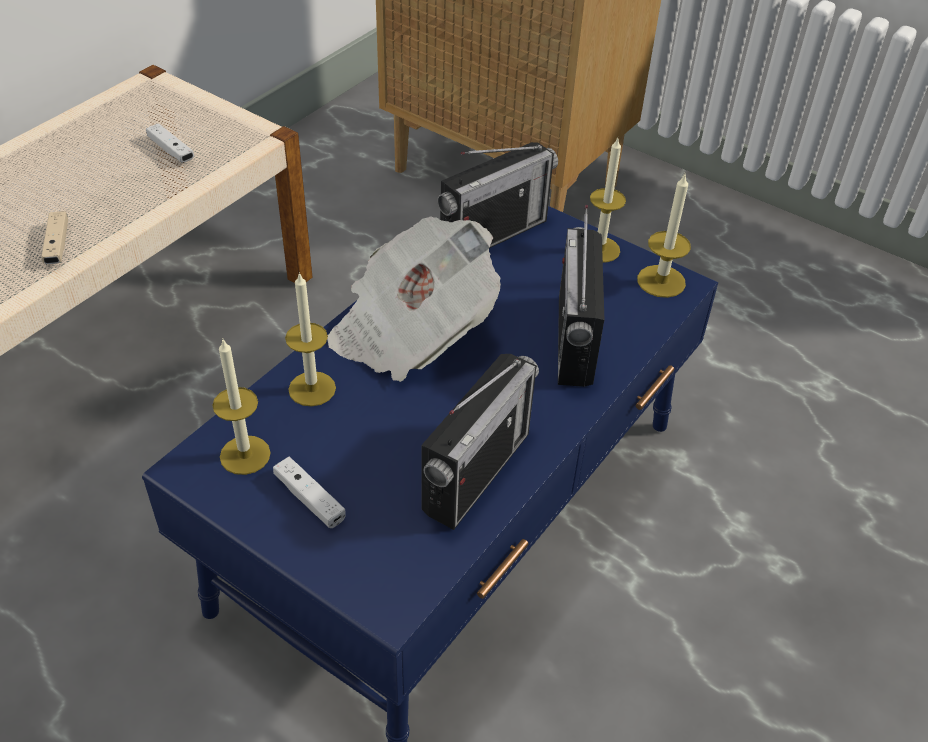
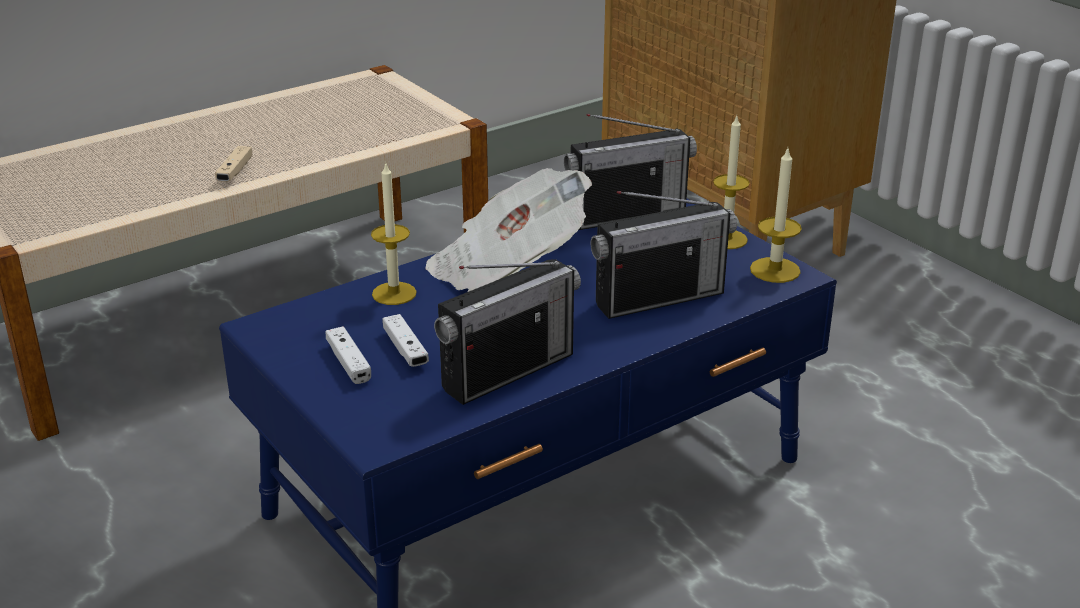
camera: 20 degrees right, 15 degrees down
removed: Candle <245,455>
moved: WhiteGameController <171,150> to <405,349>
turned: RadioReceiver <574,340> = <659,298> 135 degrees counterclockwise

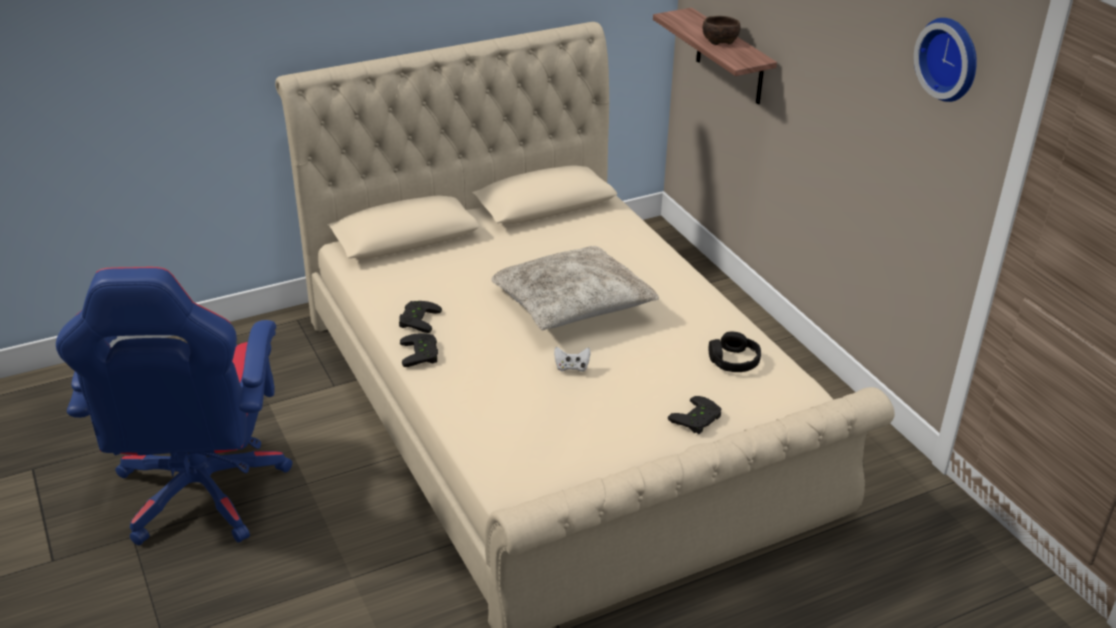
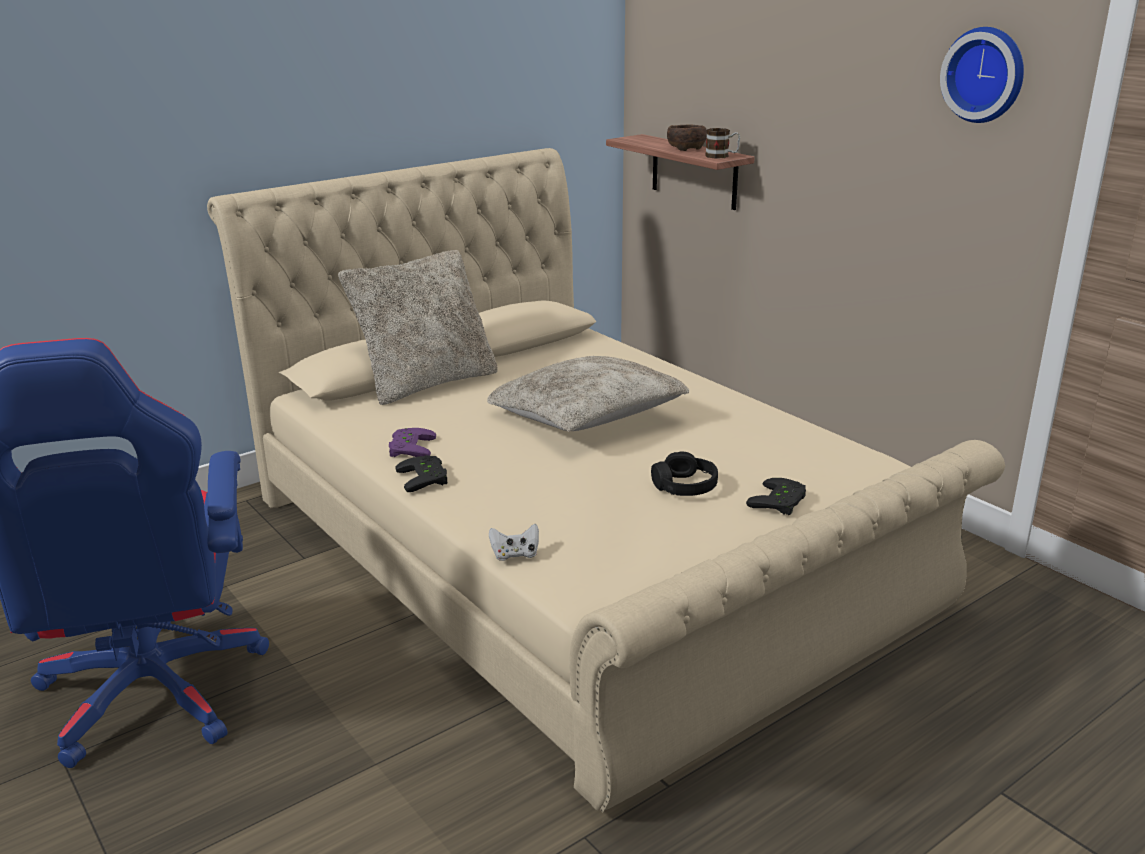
camera: 10 degrees left, 10 degrees down
added: BeigeThrowPillow <426,380>; CoffeeMug <722,156>
moved: WhiteGameController <571,367> to <515,554>; BlackColouredHeadphones <733,360> to <684,486>
recoloured: BlackColouredGameController <416,319> to PurpleColouredGameController <408,447>

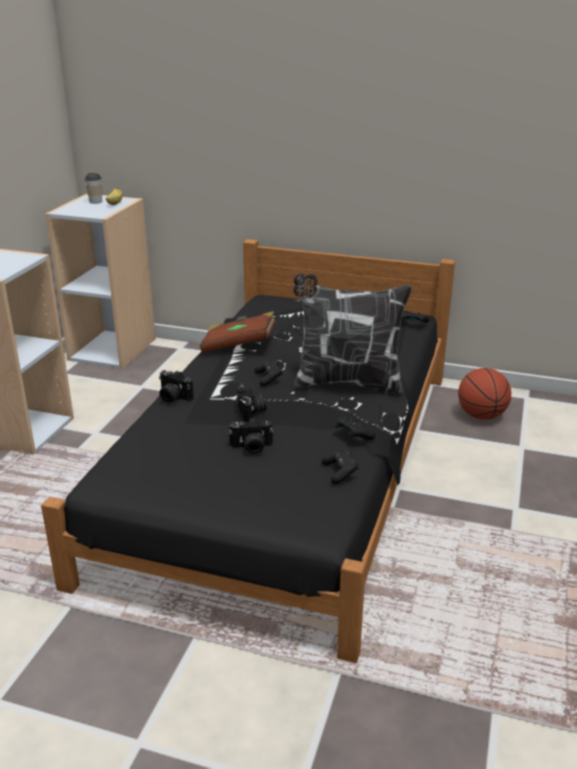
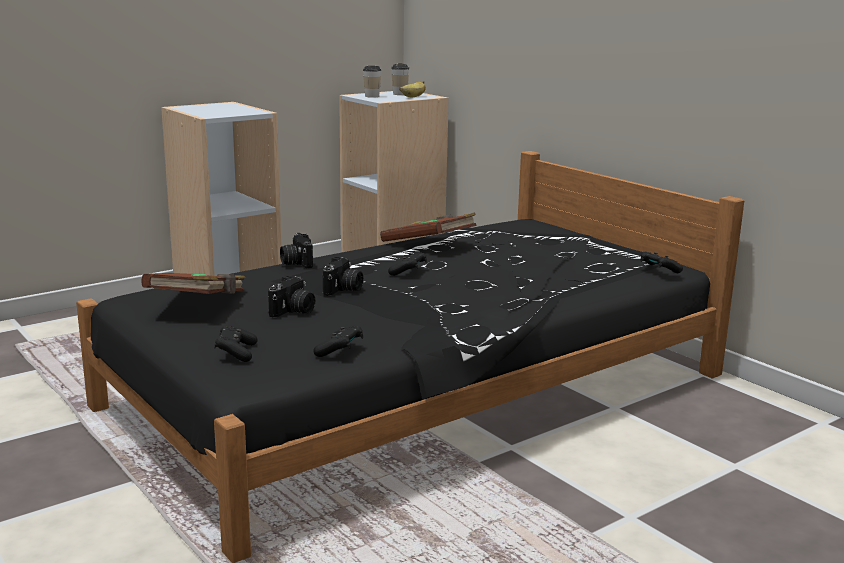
camera: 35 degrees right, 10 degrees down
removed: ThrowPillow <346,383>; BallForBasketball <481,415>
added: BrownColouredBook <199,304>; SmallCup <372,96>
moved: BlackColouredGameController <353,435> to <236,353>
turned: PhotoCamera <251,448> = <293,311> 90 degrees counterclockwise

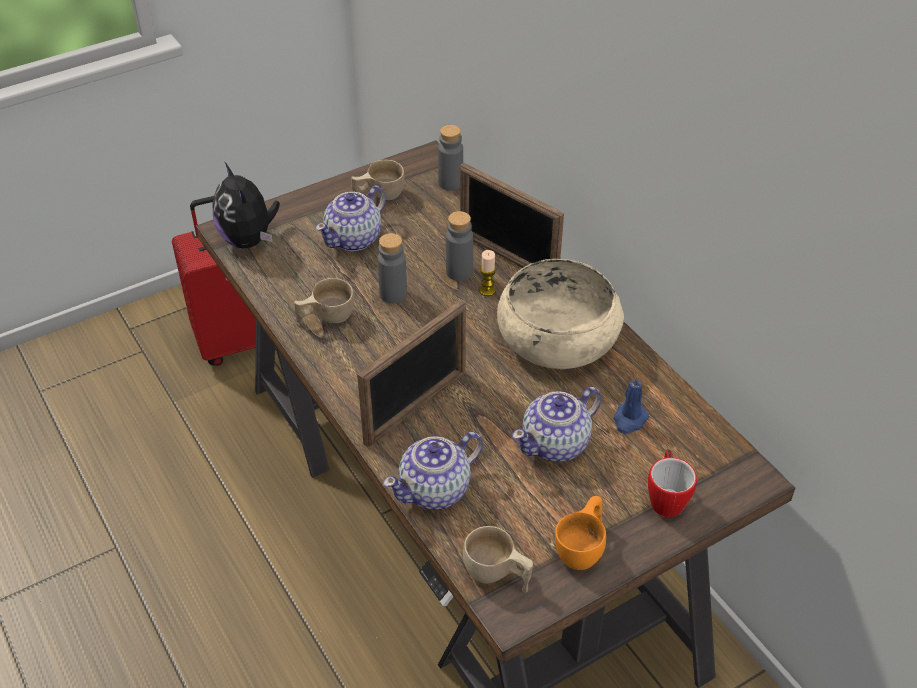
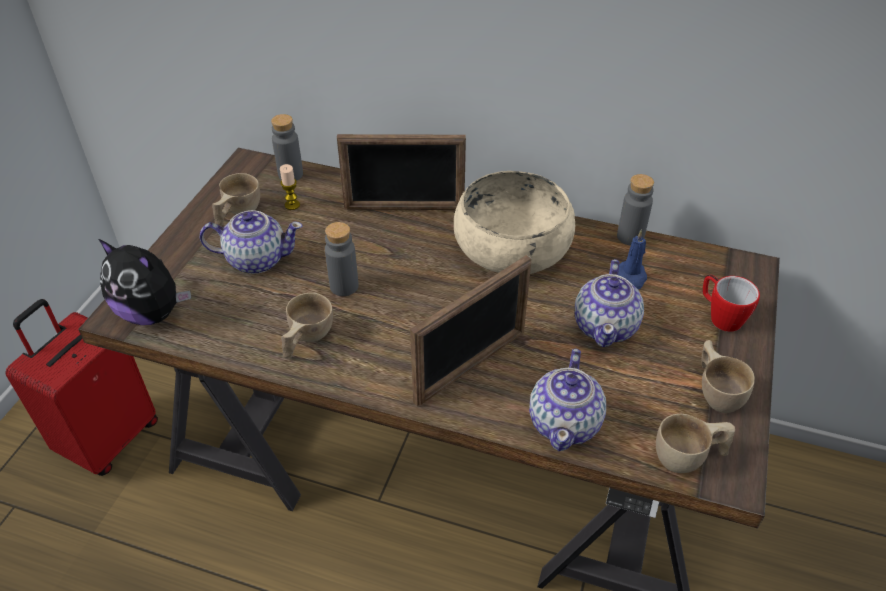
camera: 40 degrees left, 0 degrees up
moved: GreyishDrinkBottle <459,272> to <630,237>; Candle <487,290> to <292,205>
recoloured: OrangeColouredSmallCup <583,547> to BeigeSmallCup <716,391>
turned: Teapot <354,239> = <256,259> 90 degrees counterclockwise; PhotoFrame <416,407> = <471,366> 45 degrees clockwise

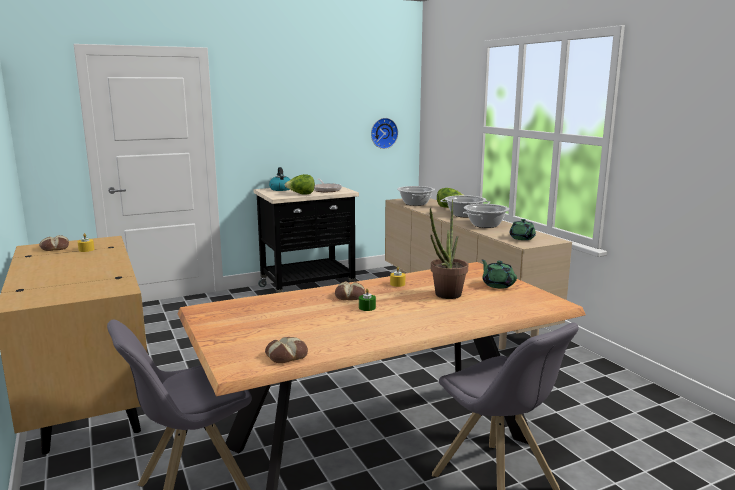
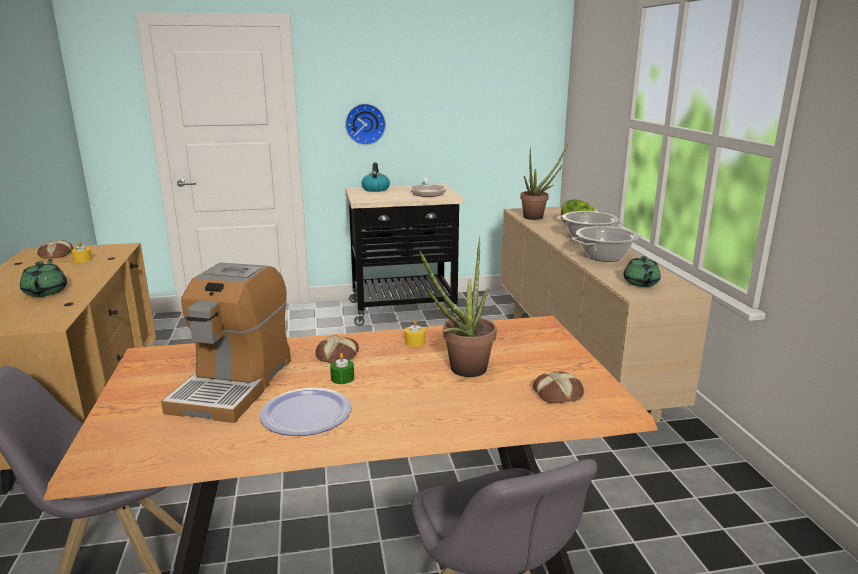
camera: 15 degrees right, 5 degrees up
removed: HeadOfLettuce <301,194>
added: CoffeeBrewer <234,384>; Plate <306,413>
moved: BakeryBread <286,355> to <557,393>; HangingClock <383,133> to <365,124>; GreenTeapot <497,285> to <46,292>
replaced: Saucepot <415,203> to PottedPlant <537,217>

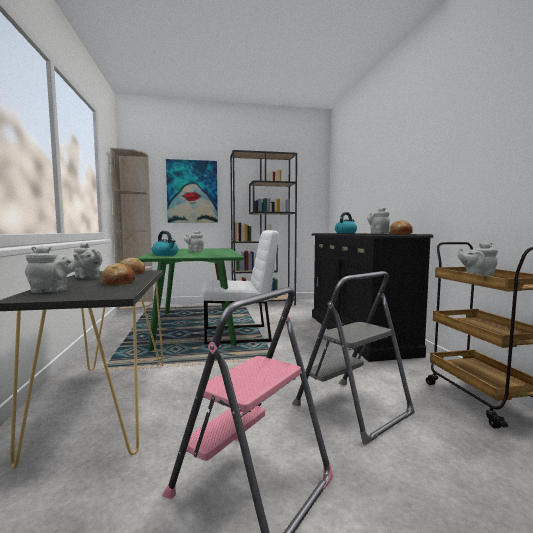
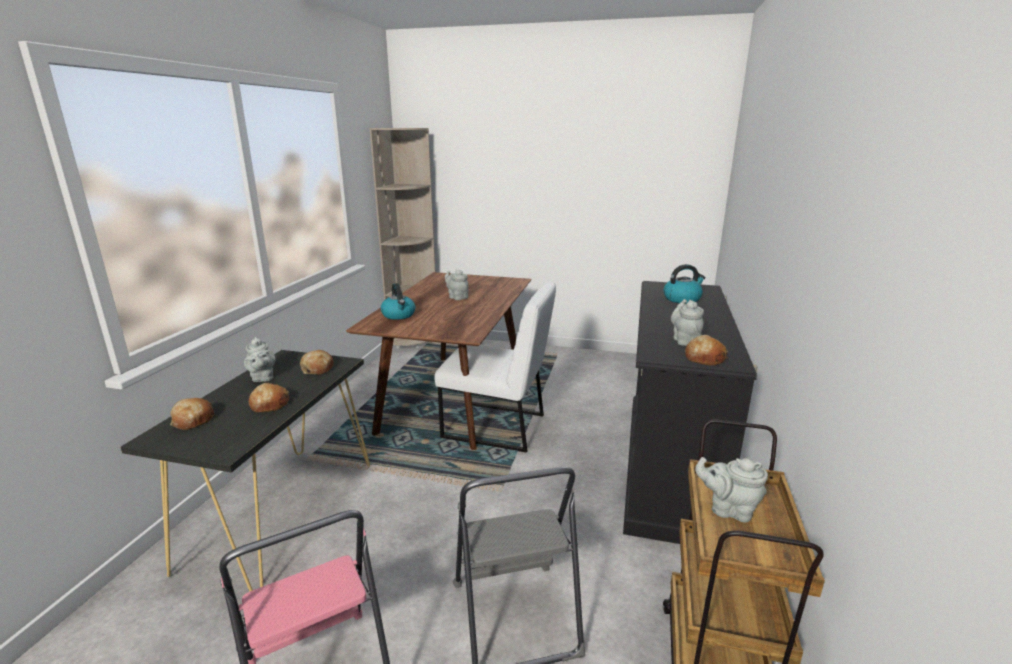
camera: 25 degrees right, 15 degrees up
removed: Picture <192,191>; Bookcase <263,303>
replaced: GreyishTeapot <52,291> to BakeryBread <193,420>
recoloured: GreenDinnerTable <196,327> to BrownColouredDinnerTable <456,397>

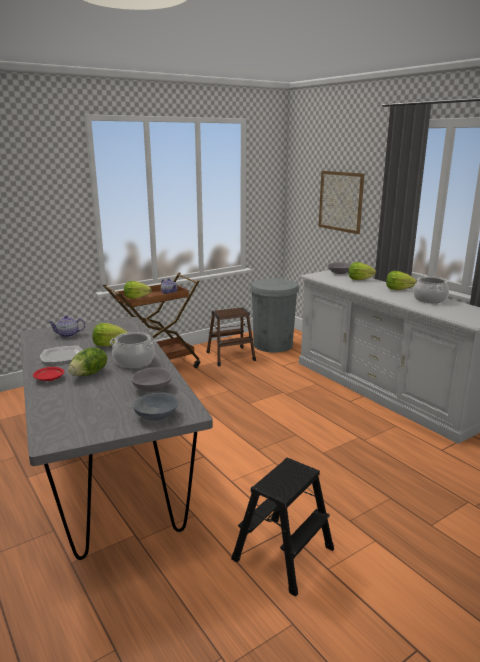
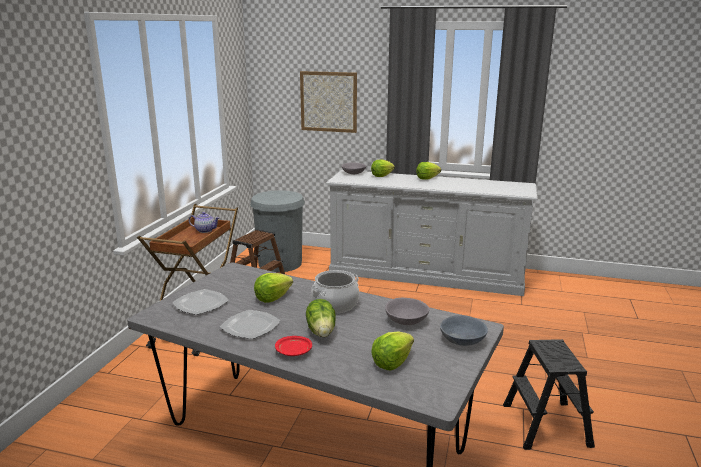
camera: 40 degrees left, 0 degrees up
removed: Saucepot <429,299>
moved: HeadOfLettuce <136,297> to <392,362>
replaced: Teapot <68,335> to Plate <201,304>

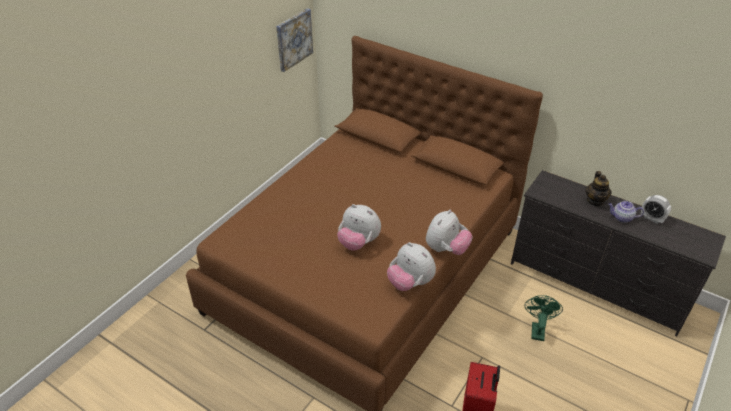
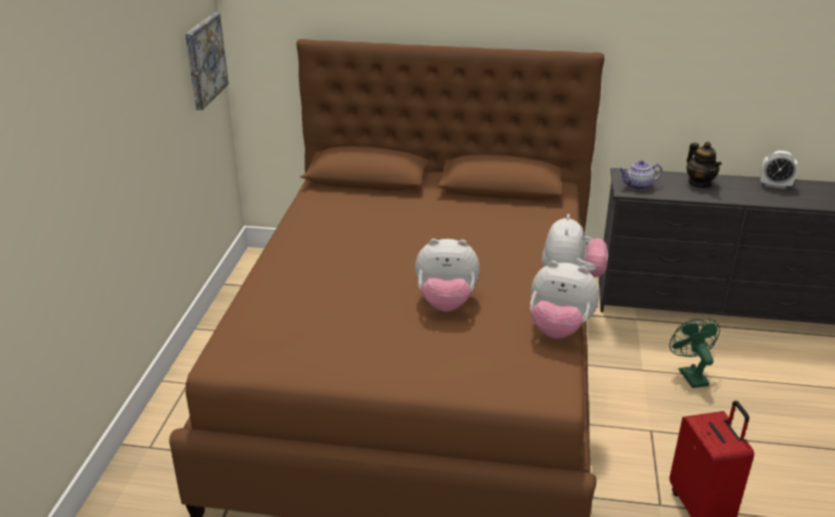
camera: 25 degrees left, 10 degrees down
moved: Teapot <621,218> to <638,186>

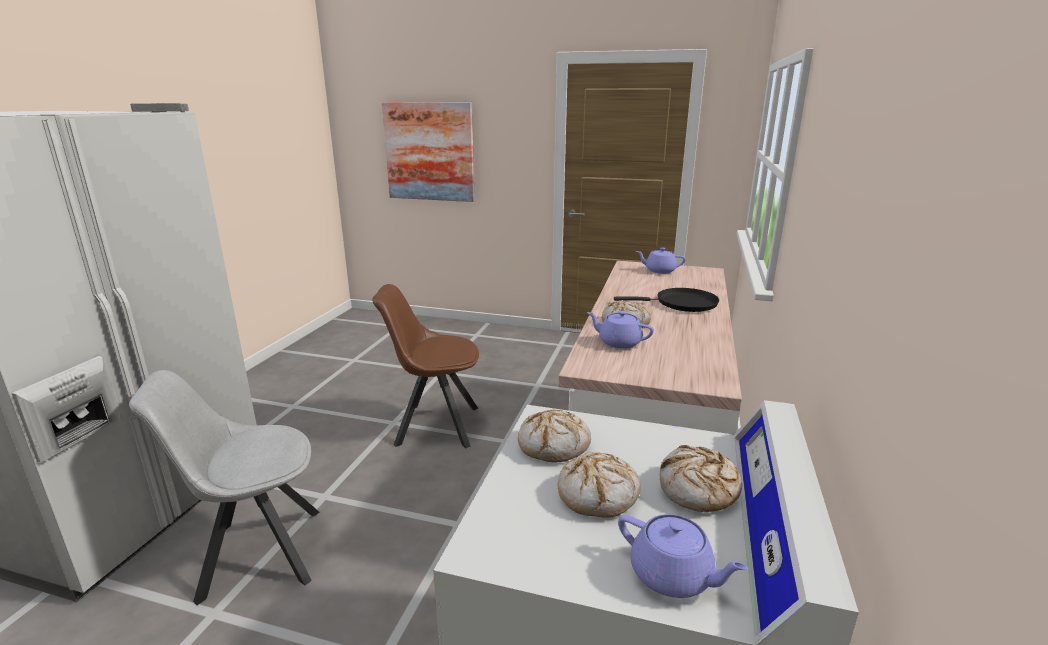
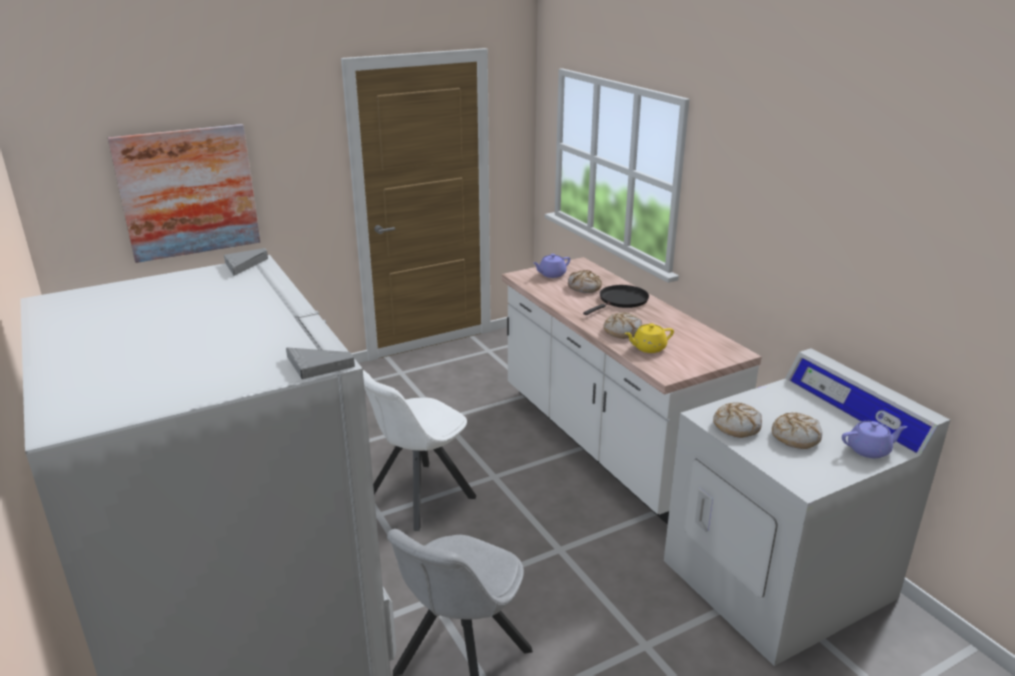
camera: 45 degrees left, 5 degrees up
moved: BakeryBread <697,489> to <584,287>
recoloured: BrownColouredUprightChair <435,425> to WhiteUprightChair <419,496>; PurpleColouredTeapot <618,342> to YellowishTeapot <648,348>

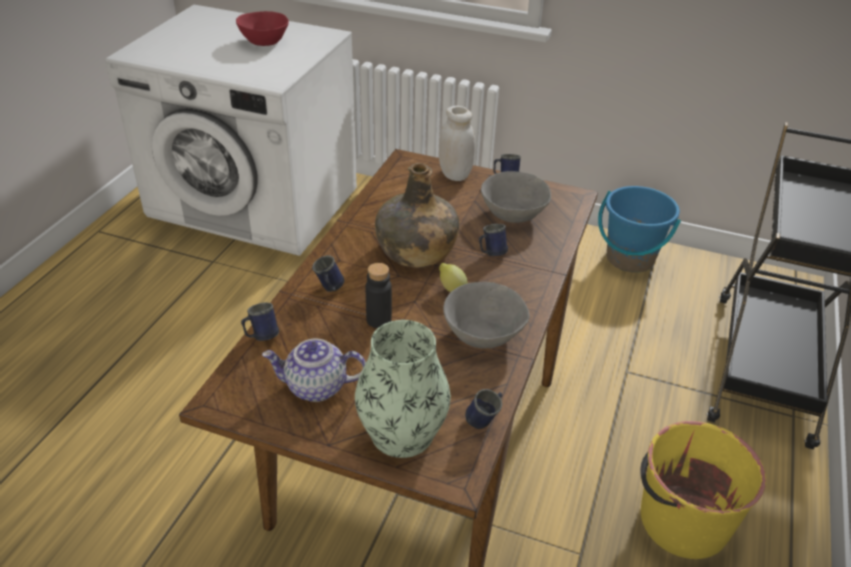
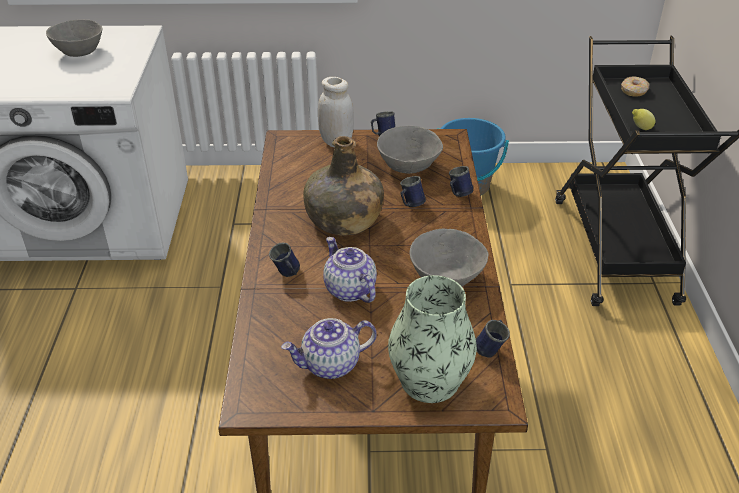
camera: 20 degrees left, 0 degrees up
removed: YellowishPail <682,521>
added: RingDoughnut <634,91>
moved: BlueColouredCoffeeMug <261,336> to <458,195>; CitrusFruit <451,289> to <640,128>
replaced: BlackColouredDrinkBottle <379,320> to Teapot <349,289>
recoloured: RedBowl <265,42> to GreyishBowl <80,51>

